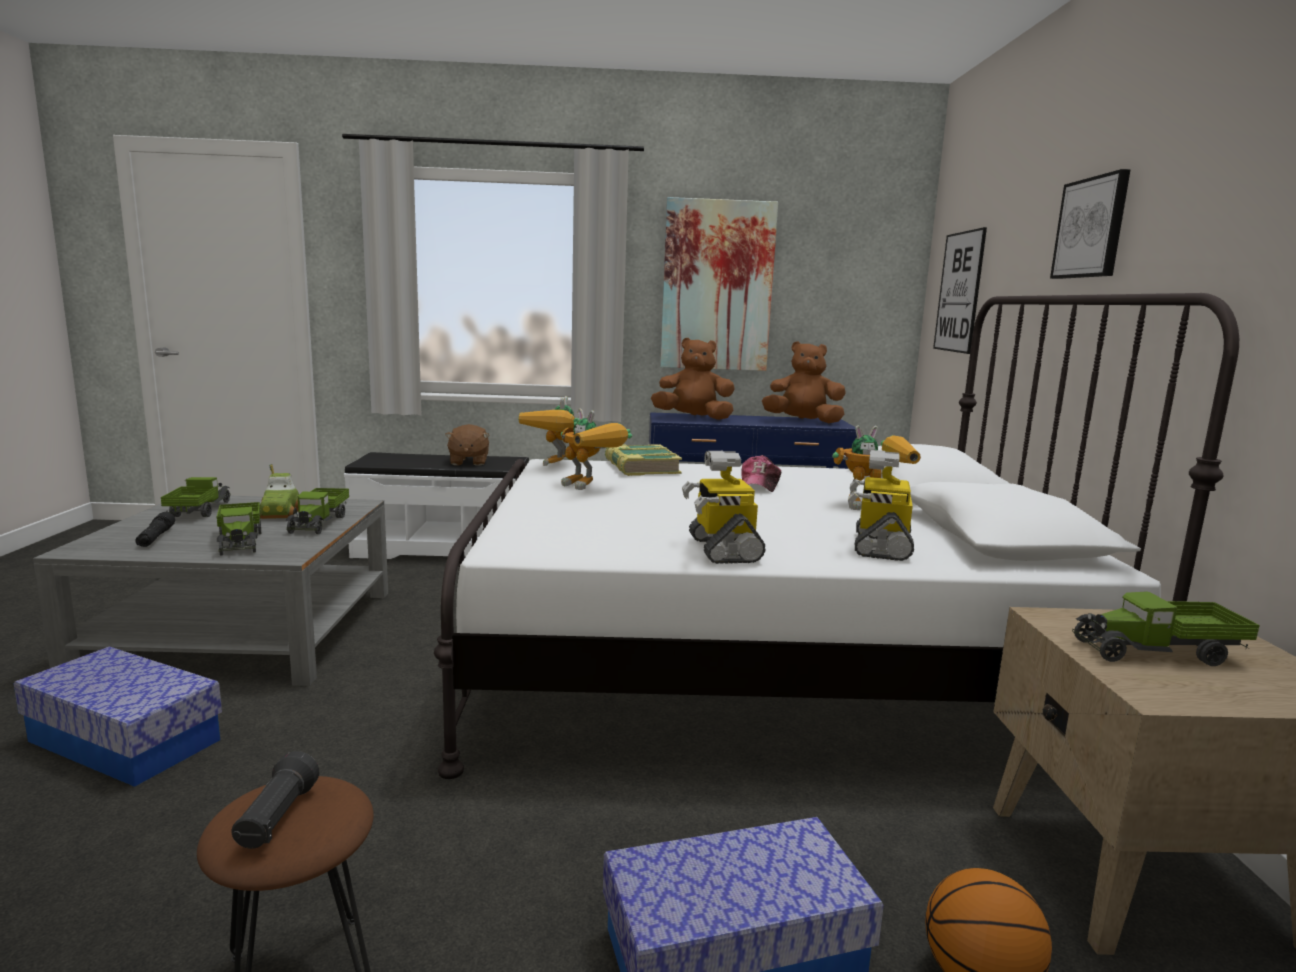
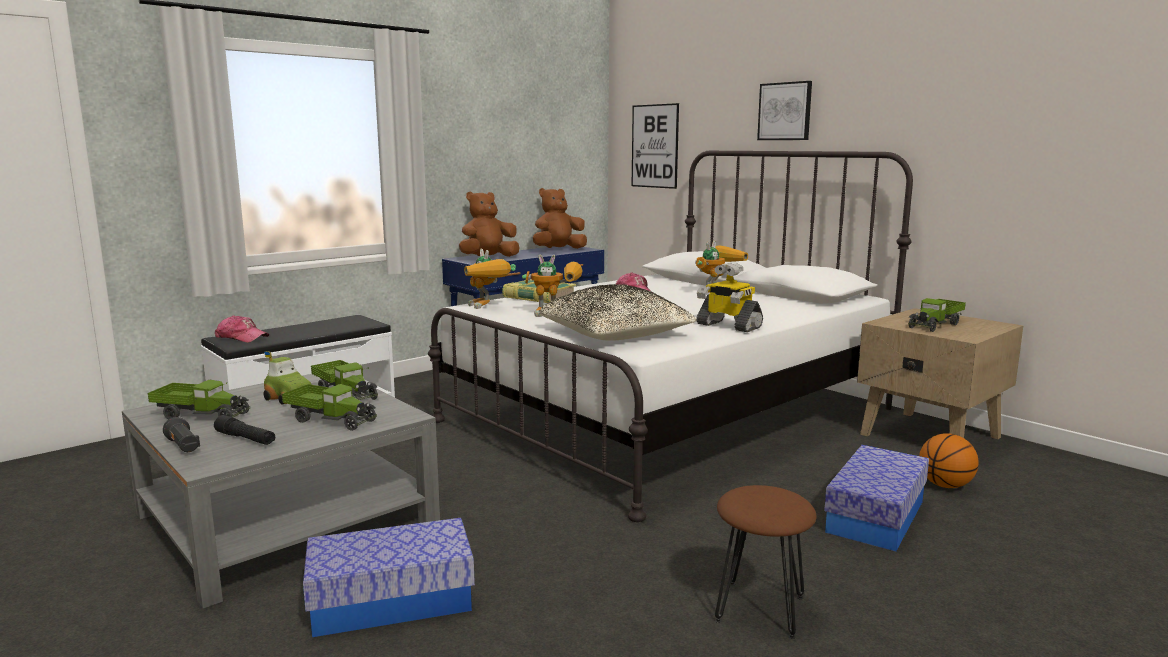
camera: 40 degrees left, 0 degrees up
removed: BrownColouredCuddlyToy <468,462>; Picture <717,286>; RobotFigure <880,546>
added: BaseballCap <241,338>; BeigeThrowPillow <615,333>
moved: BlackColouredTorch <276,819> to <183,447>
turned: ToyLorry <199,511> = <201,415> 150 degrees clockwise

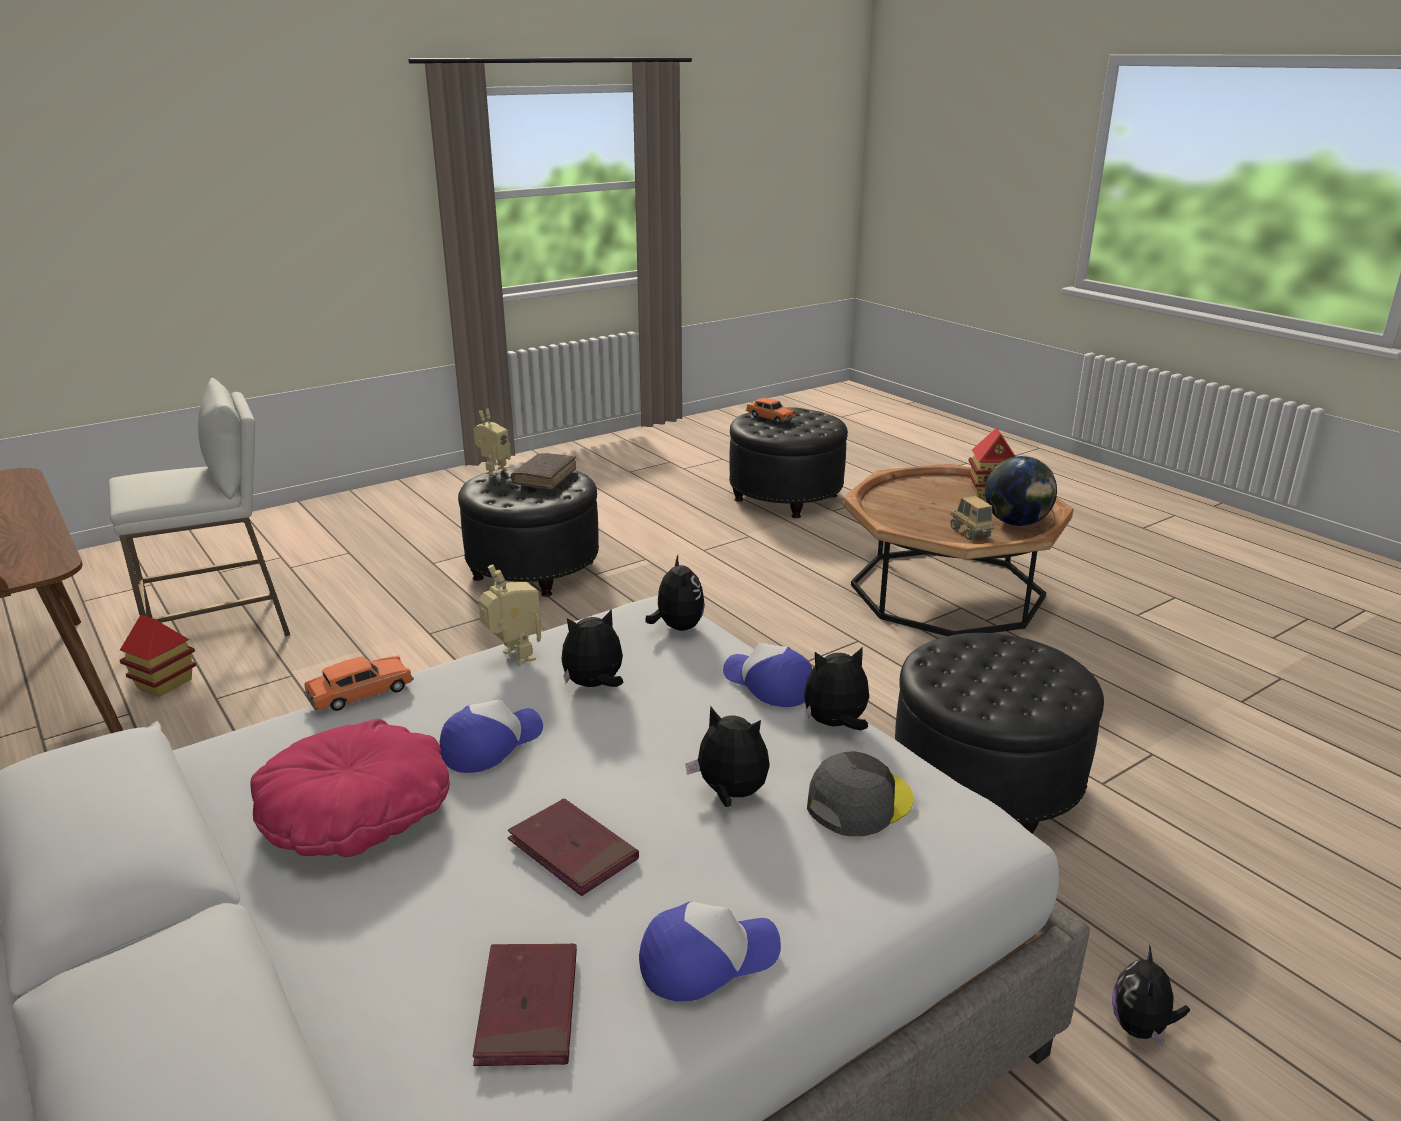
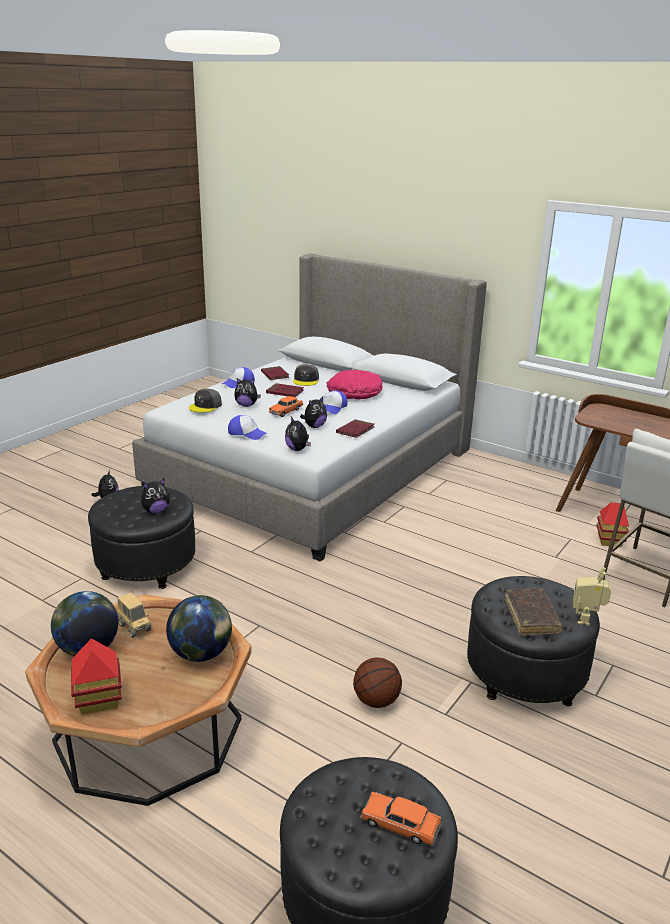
camera: 160 degrees right, 0 degrees up
added: WorldGlobe <201,654>; GreyishBaseballCap <306,380>; BallForBasketball <376,701>
moved: OrangeColouredToyCar <361,694> to <286,411>; CuddlyToy <836,725> to <156,511>
replaced: RobotFigure <513,658> to RedBook <355,430>

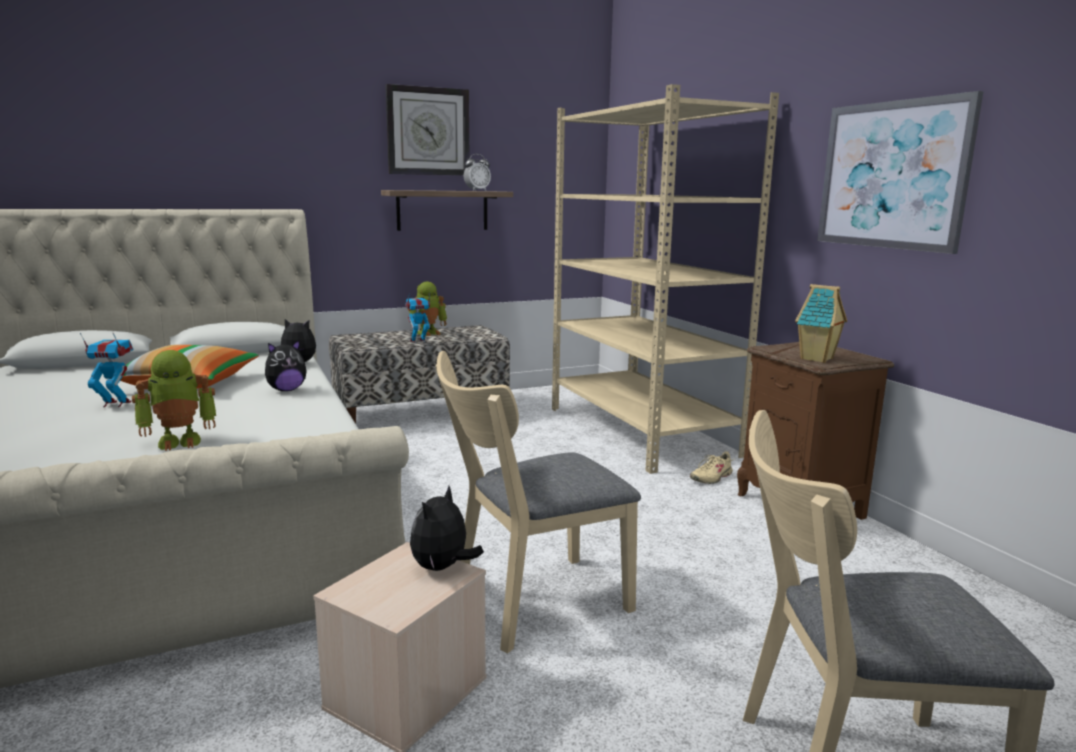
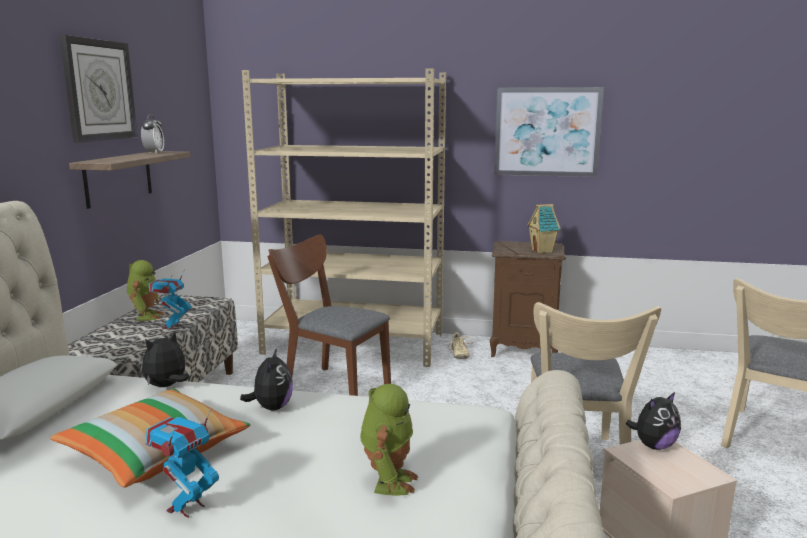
camera: 55 degrees left, 0 degrees up
added: BrownColouredUprightChair <331,386>
turned: CuddlyToy <442,568> = <653,445> 90 degrees counterclockwise

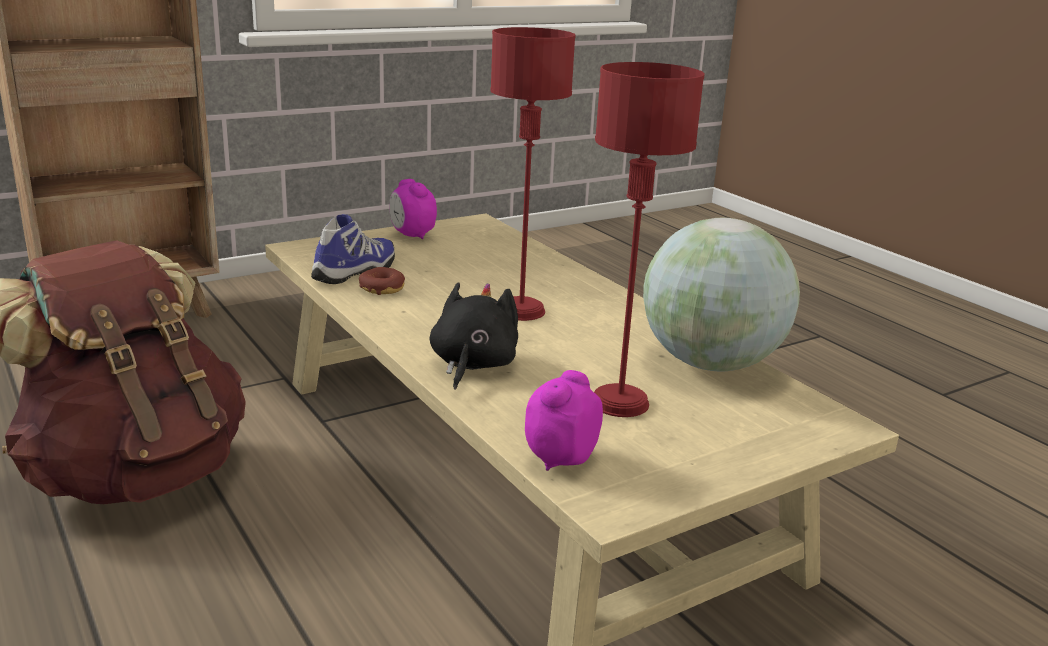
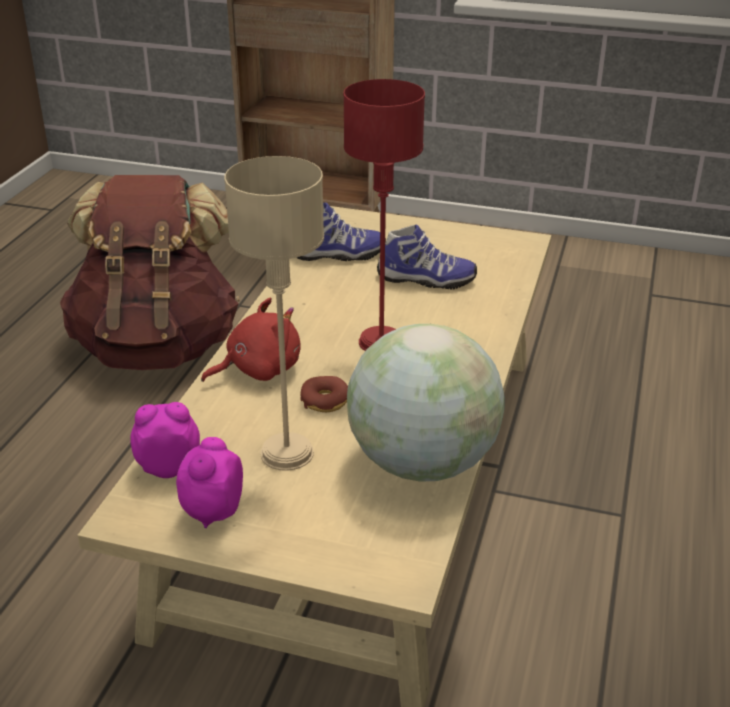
camera: 50 degrees right, 10 degrees up
added: ItemOfFootwear <426,280>
moved: RingDoughnut <382,288> to <325,401>; AlarmClock <412,235> to <212,511>
recoloured: BlackColouredCuddlyToy <472,365> to RedCuddlyToy <258,369>; RedTabletopLamp <619,403> to BeigeTabletopLamp <286,453>

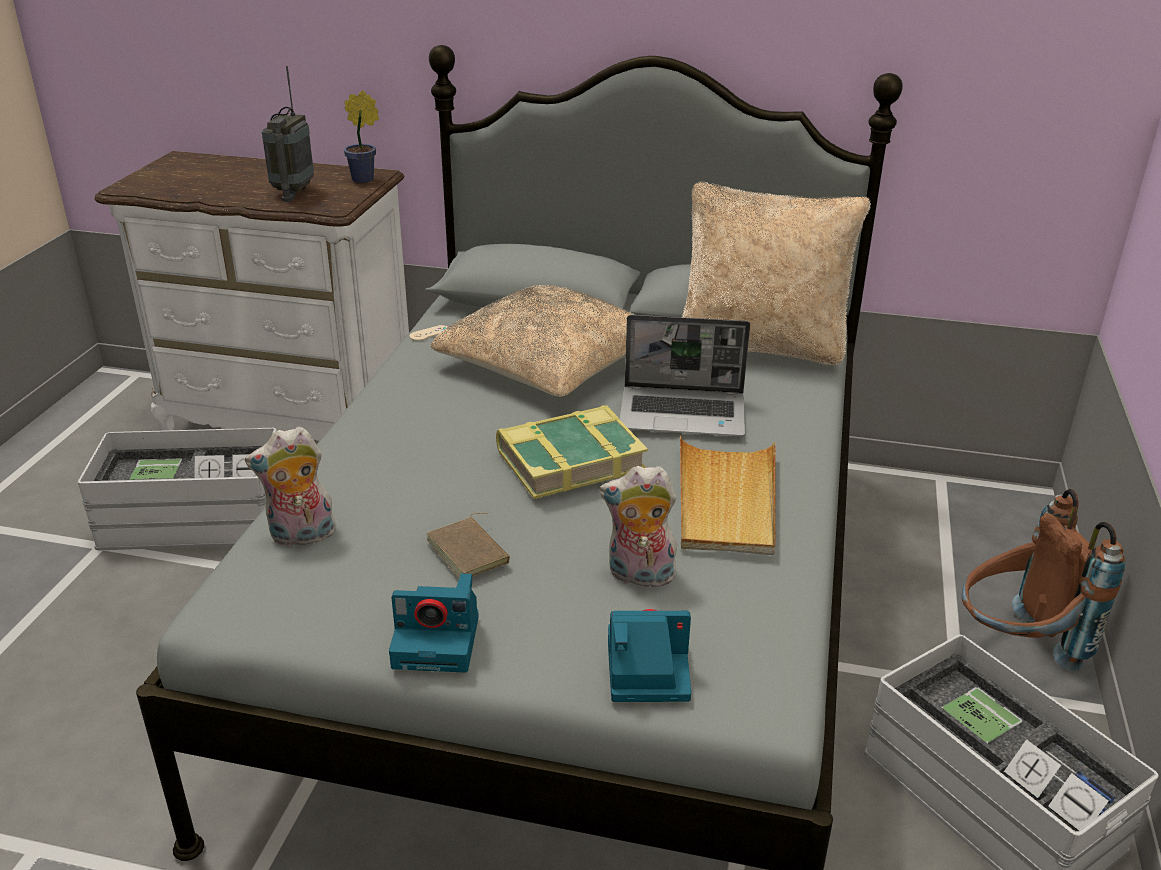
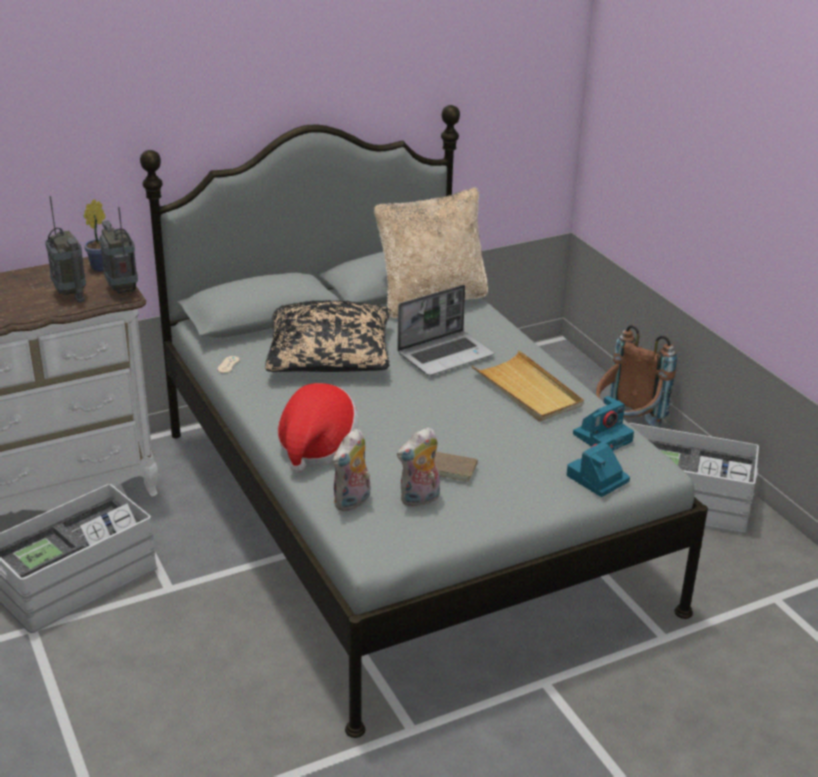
camera: 40 degrees left, 0 degrees up
removed: Book <569,460>
added: RadioReceiver <122,289>; WearableHat <316,447>
moved: PhotoCamera <438,641> to <603,437>; CuddlyToy <639,576> to <420,500>
recoloured: BeigeThrowPillow <549,363> to BlackColouredThrowPillow <330,355>

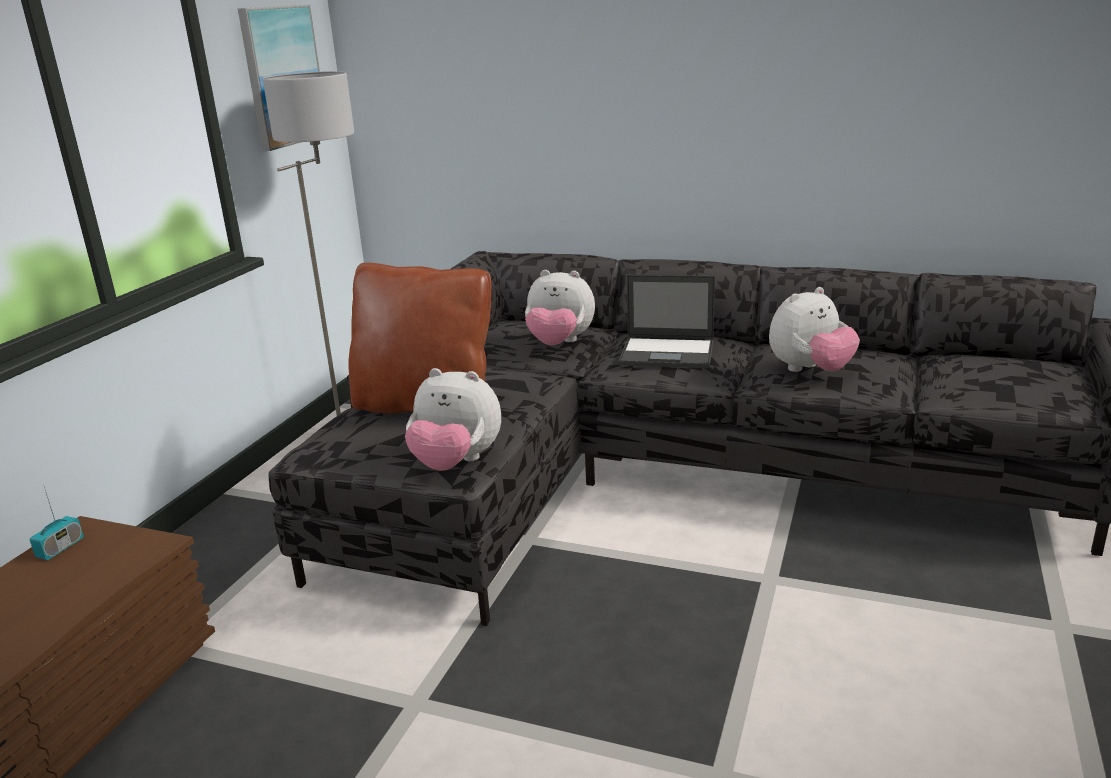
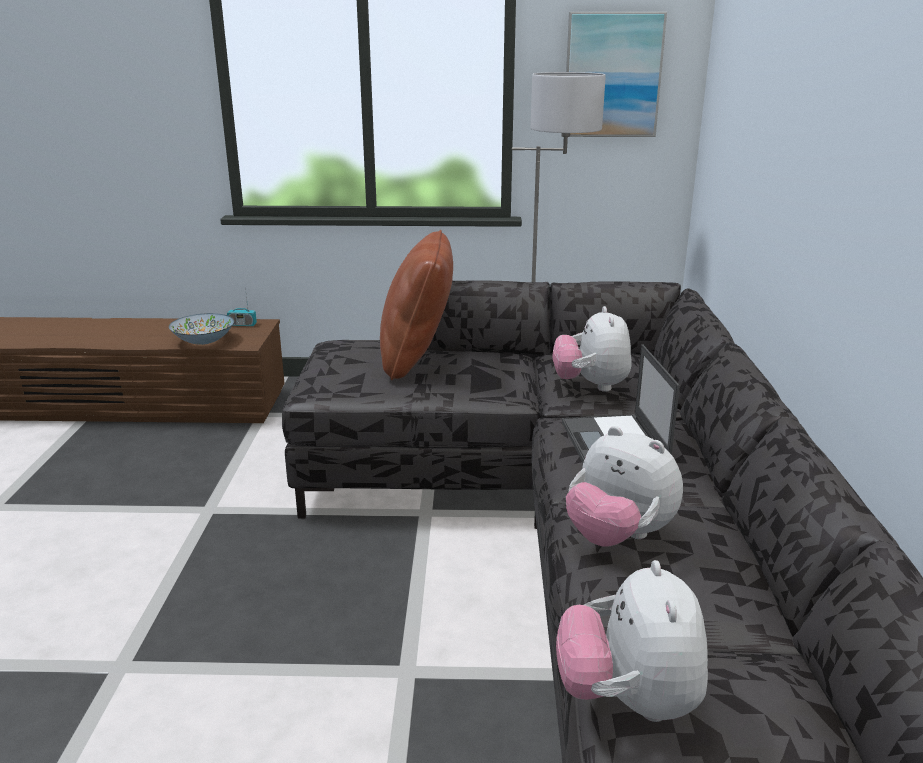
camera: 70 degrees right, 0 degrees up
added: Bowl <204,341>
moved: CuddlyToy <456,463> to <628,700>

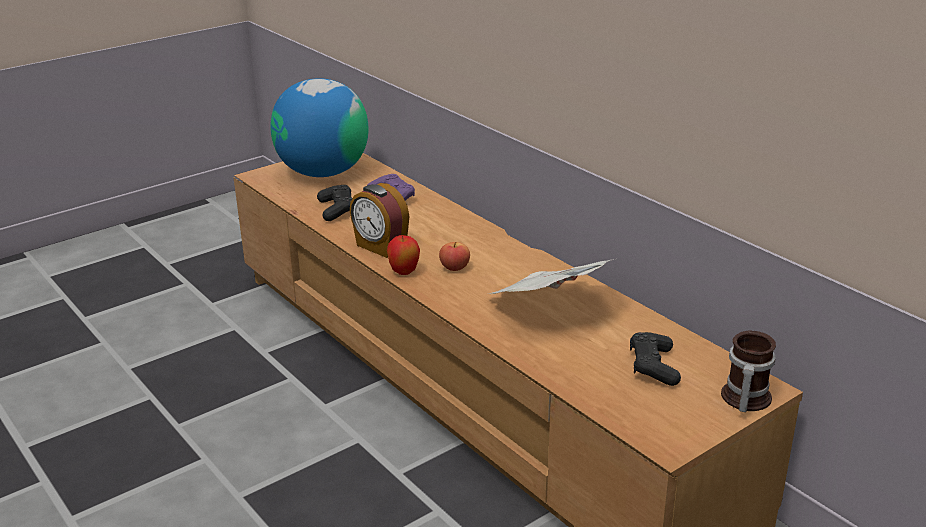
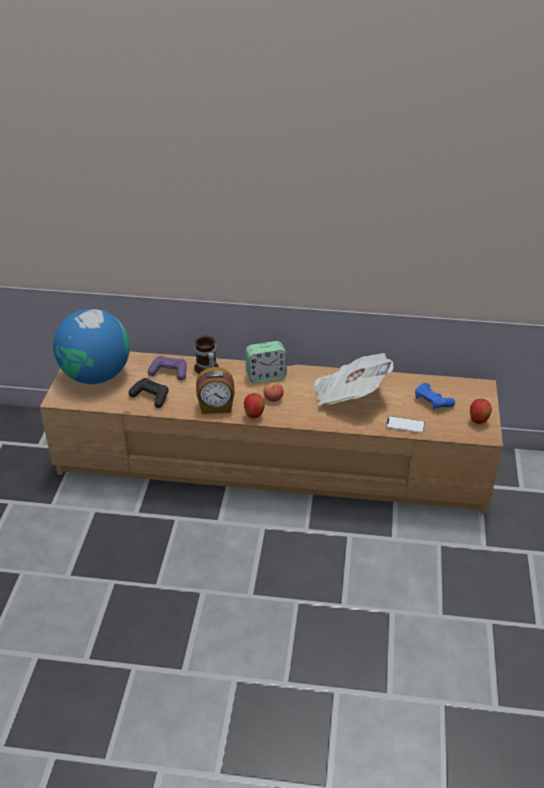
camera: 45 degrees left, 10 degrees up
added: AlarmClock <266,376>; Phone <405,425>; Apple <478,421>
moved: CoffeeMug <743,399> to <206,370>
recoloured: BlackColouredGameController <653,366> to BlueColouredGameController <432,401>

